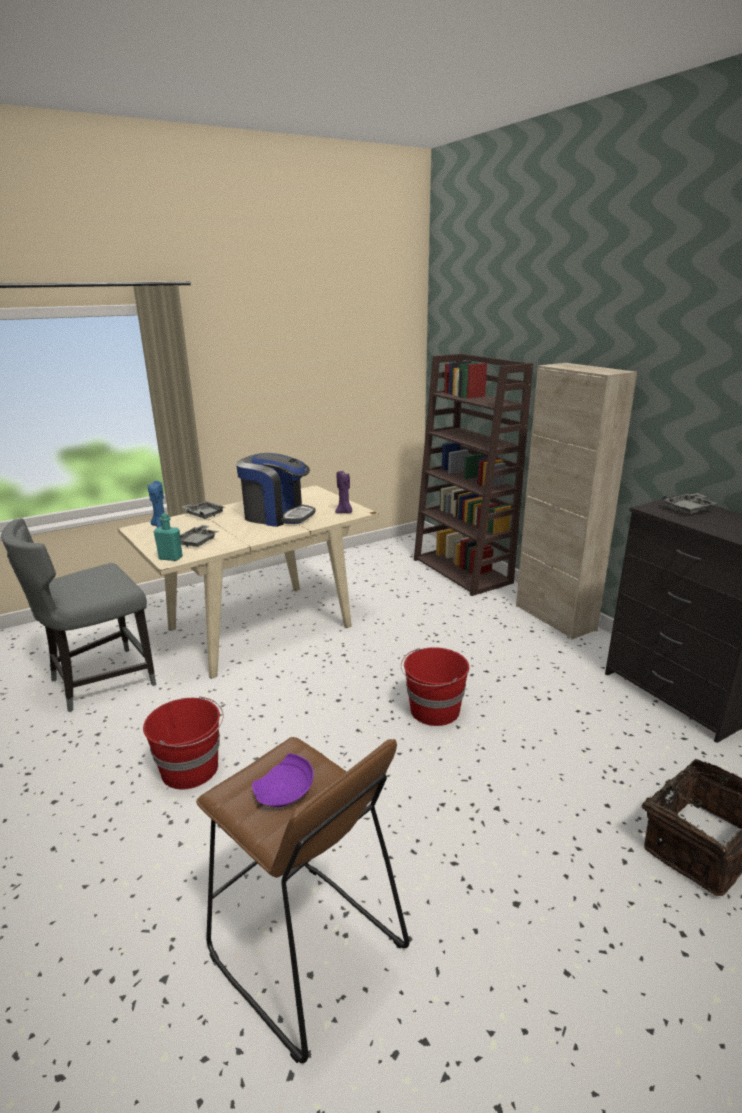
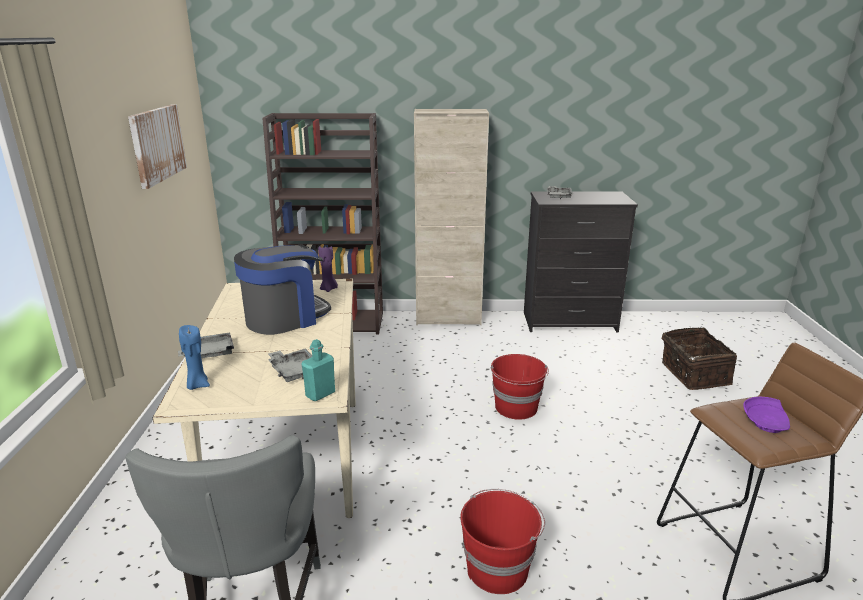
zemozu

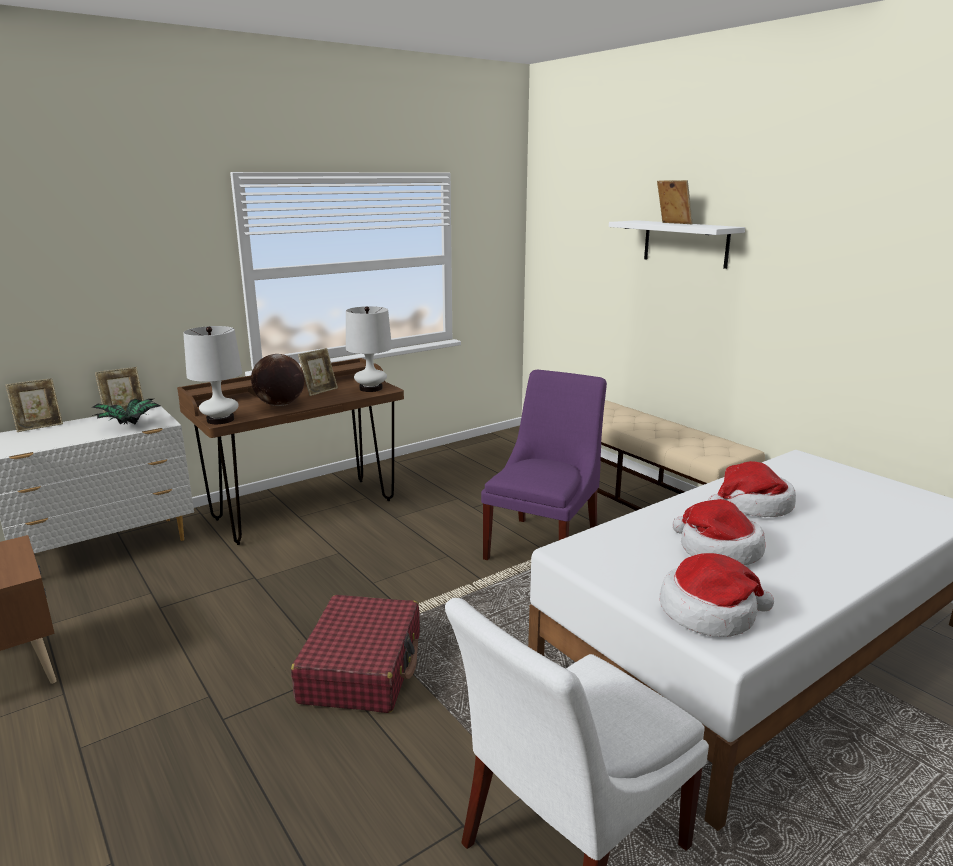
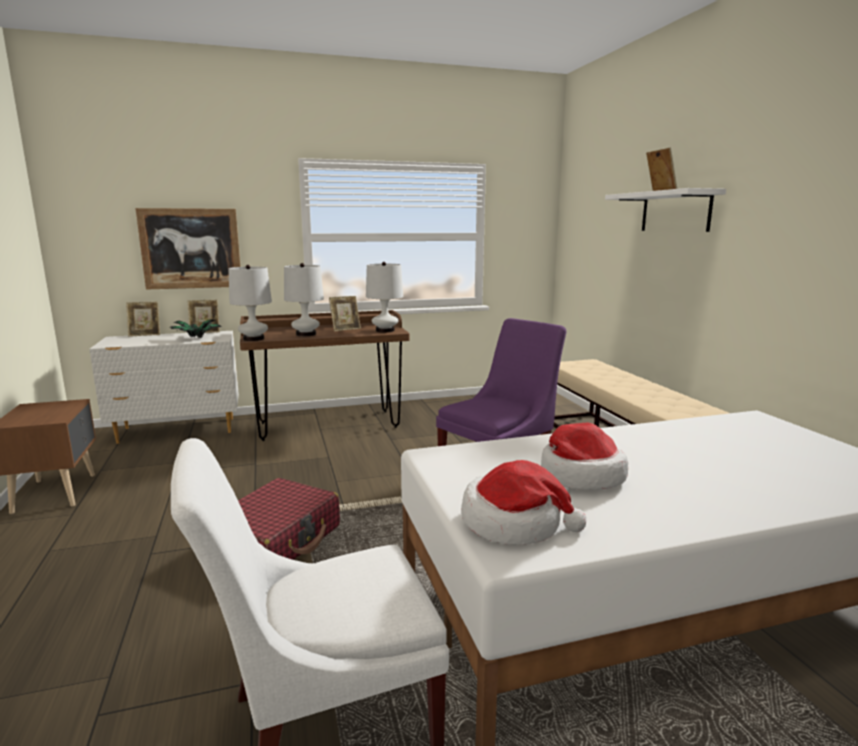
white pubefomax (no. 2 from left); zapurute (no. 3 from left in the first image); zemozu

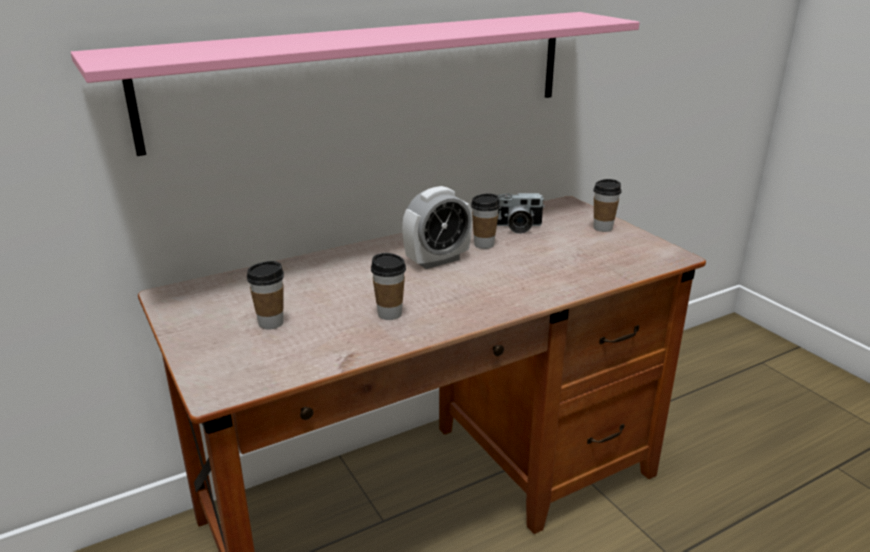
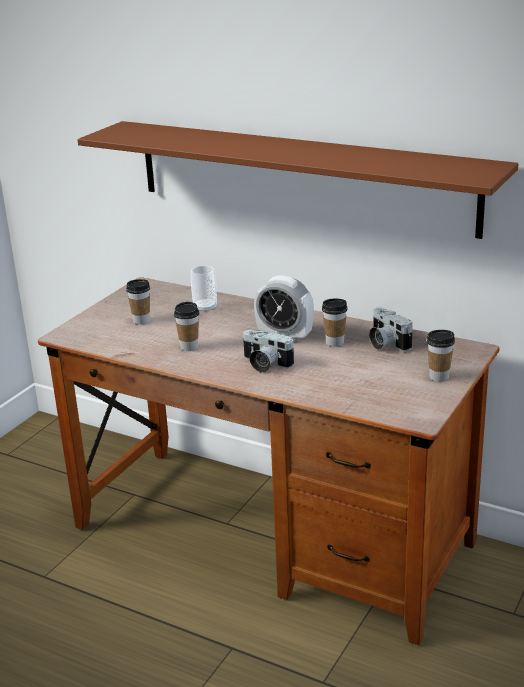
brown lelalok; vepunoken (no. 3 from left); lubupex (no. 1 from left)

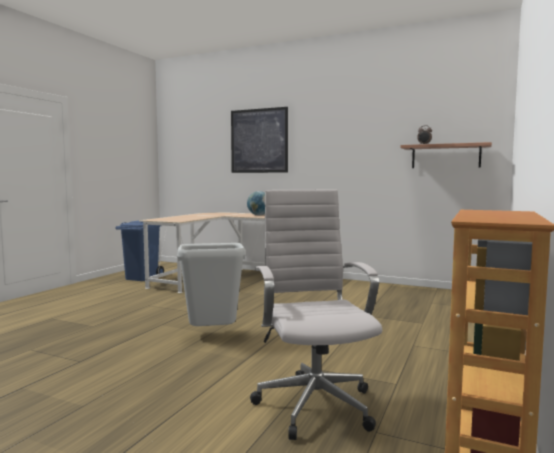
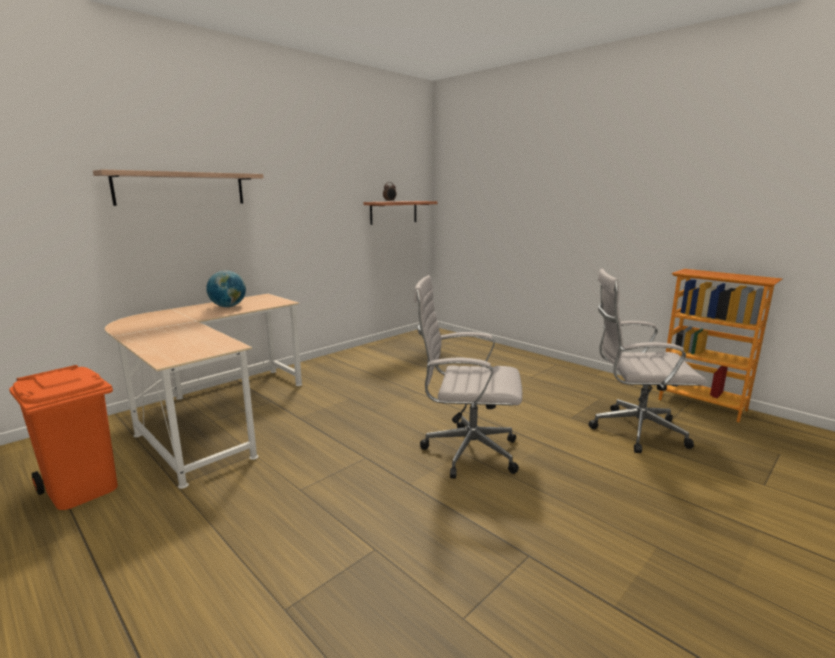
lelalok (no. 1 from left); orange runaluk; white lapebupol (no. 1 from left)

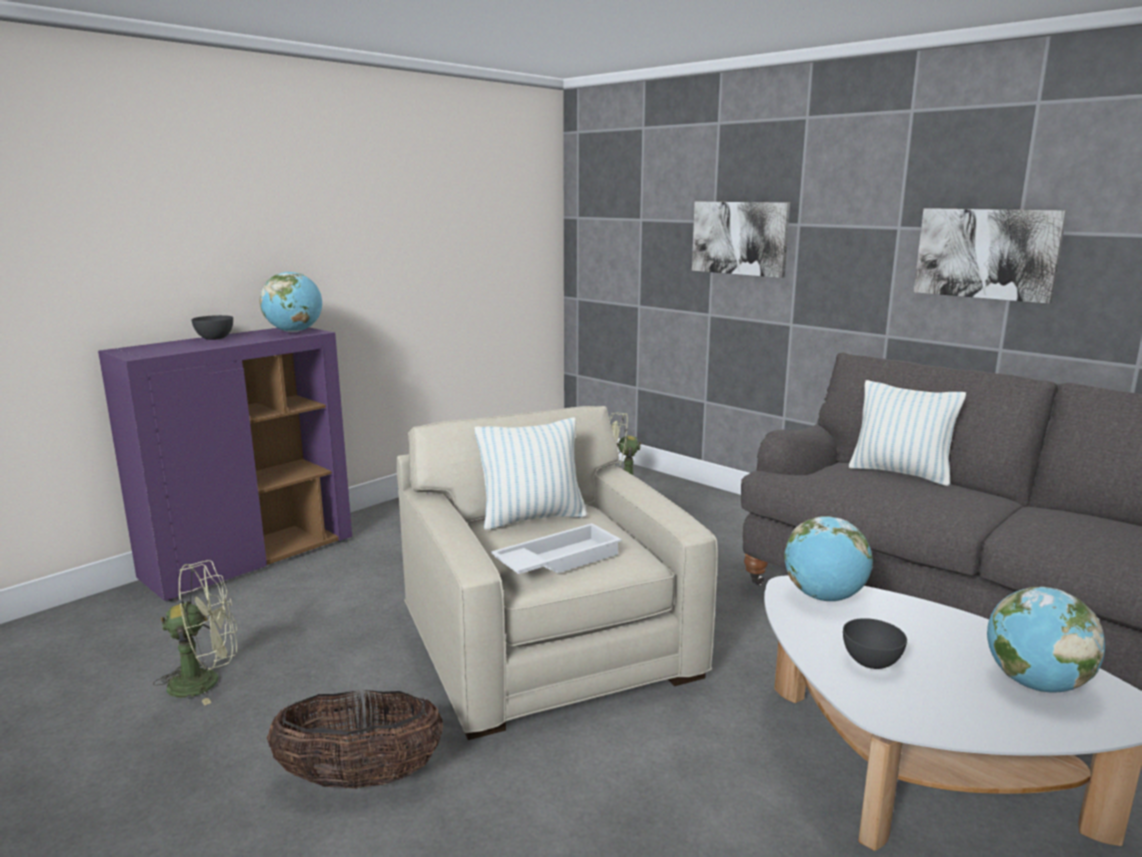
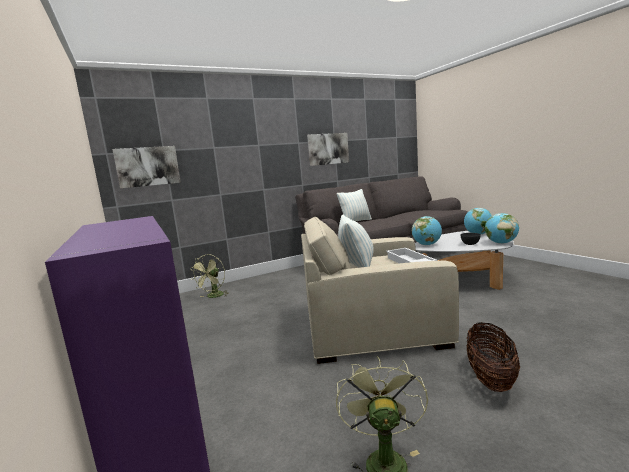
zemozu (no. 1 from left); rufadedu (no. 3 from left); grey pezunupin (no. 1 from left in the first image)

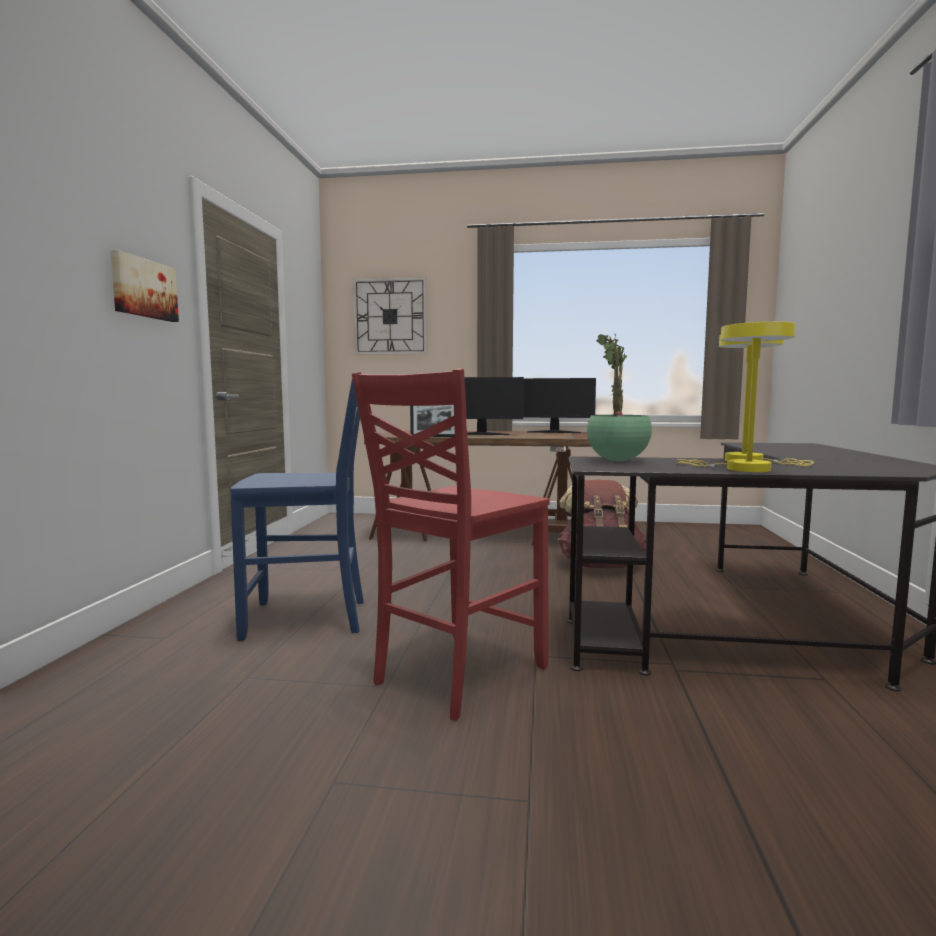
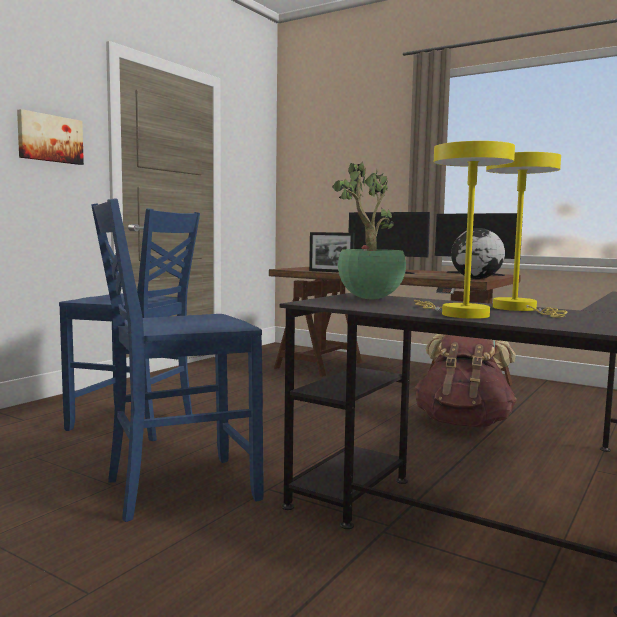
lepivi; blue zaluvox (no. 2 from left); rufadedu

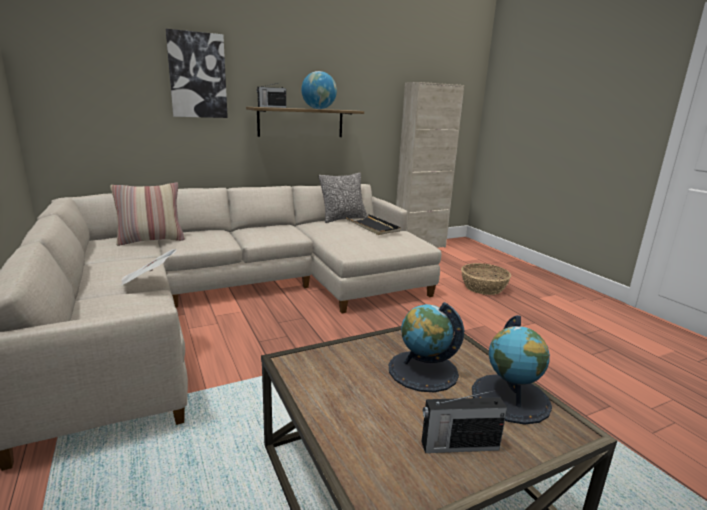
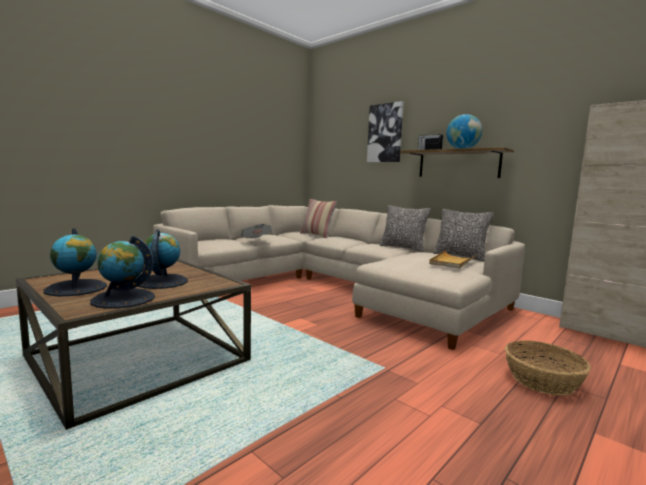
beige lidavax; rufadedu (no. 1 from left); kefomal (no. 2 from left)

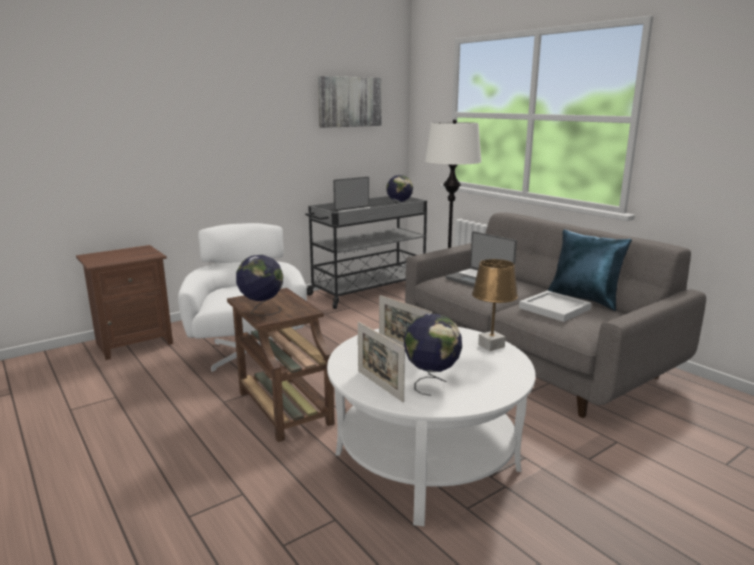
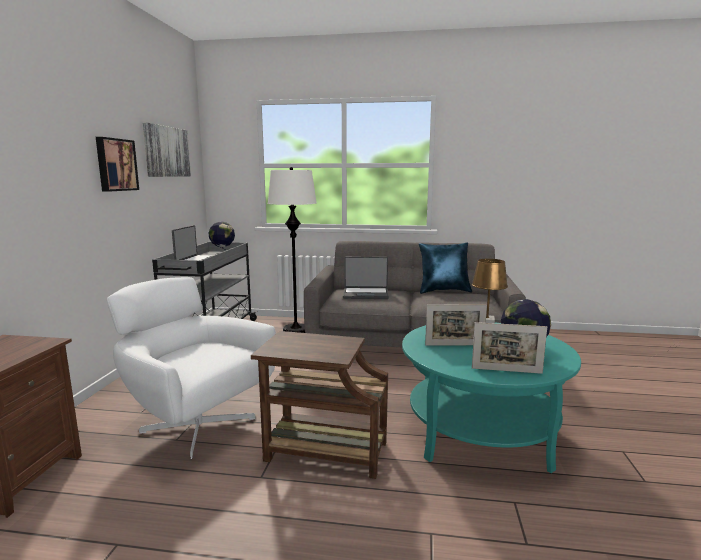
rufadedu (no. 1 from left in the first image); white lidavax; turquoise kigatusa; zemozu (no. 1 from left)

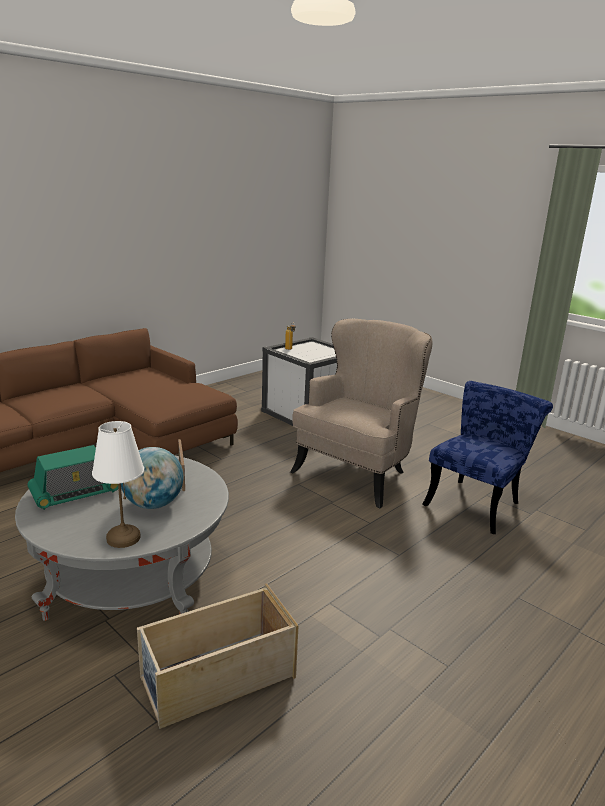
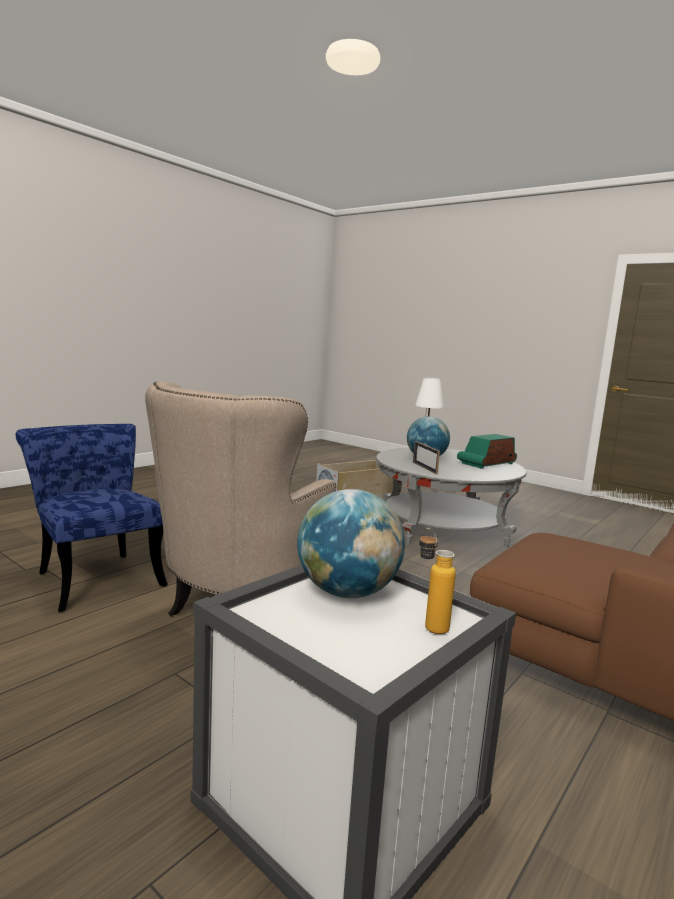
blue zaluvox; rufadedu (no. 1 from left)

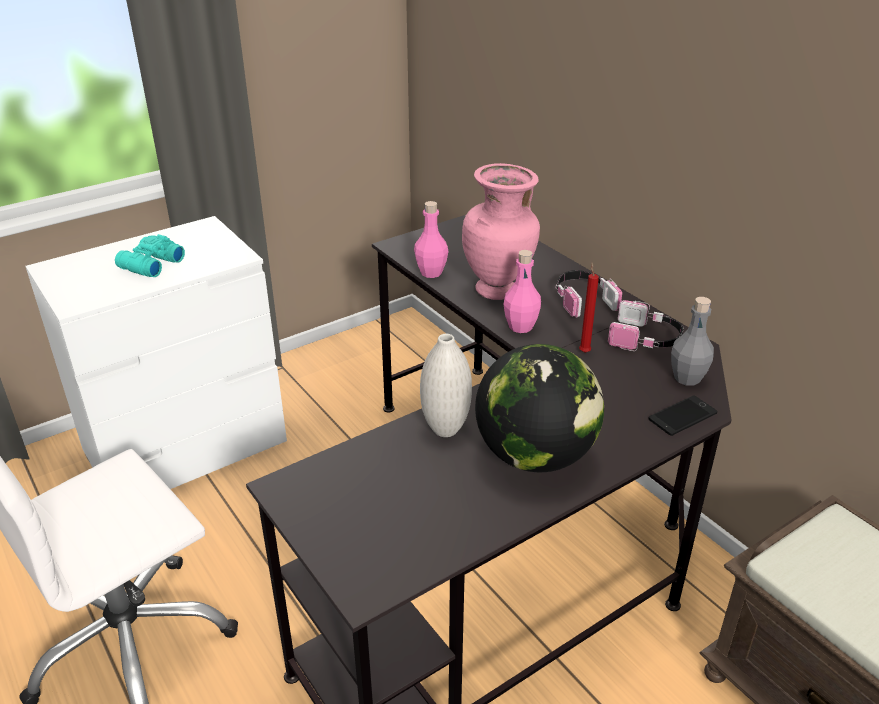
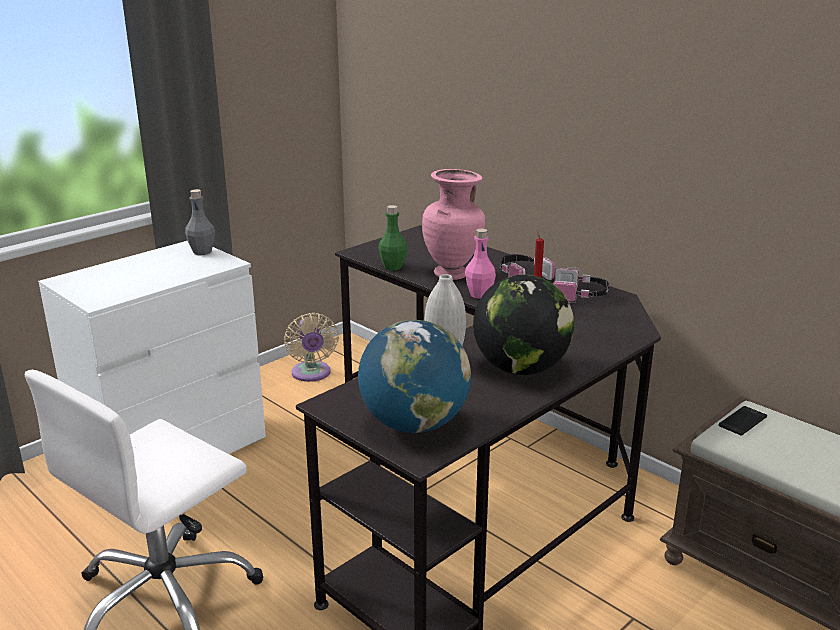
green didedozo; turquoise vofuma; grey didedozo; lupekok; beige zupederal; rufadedu (no. 1 from left)

